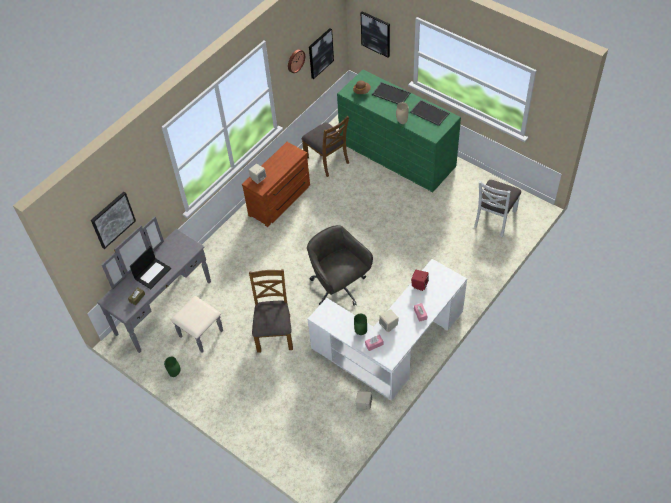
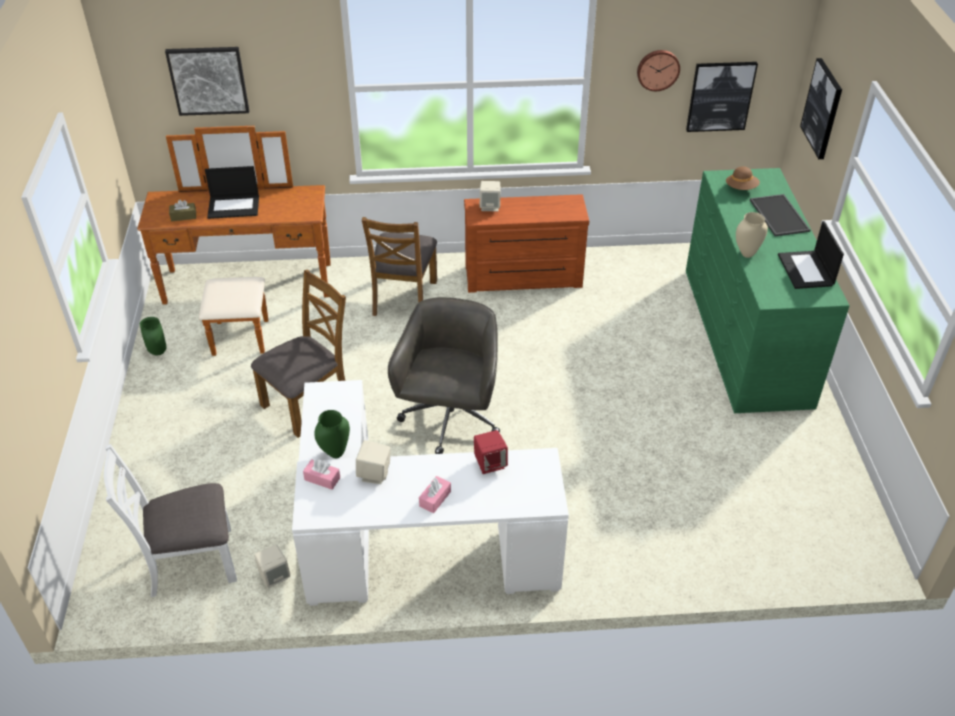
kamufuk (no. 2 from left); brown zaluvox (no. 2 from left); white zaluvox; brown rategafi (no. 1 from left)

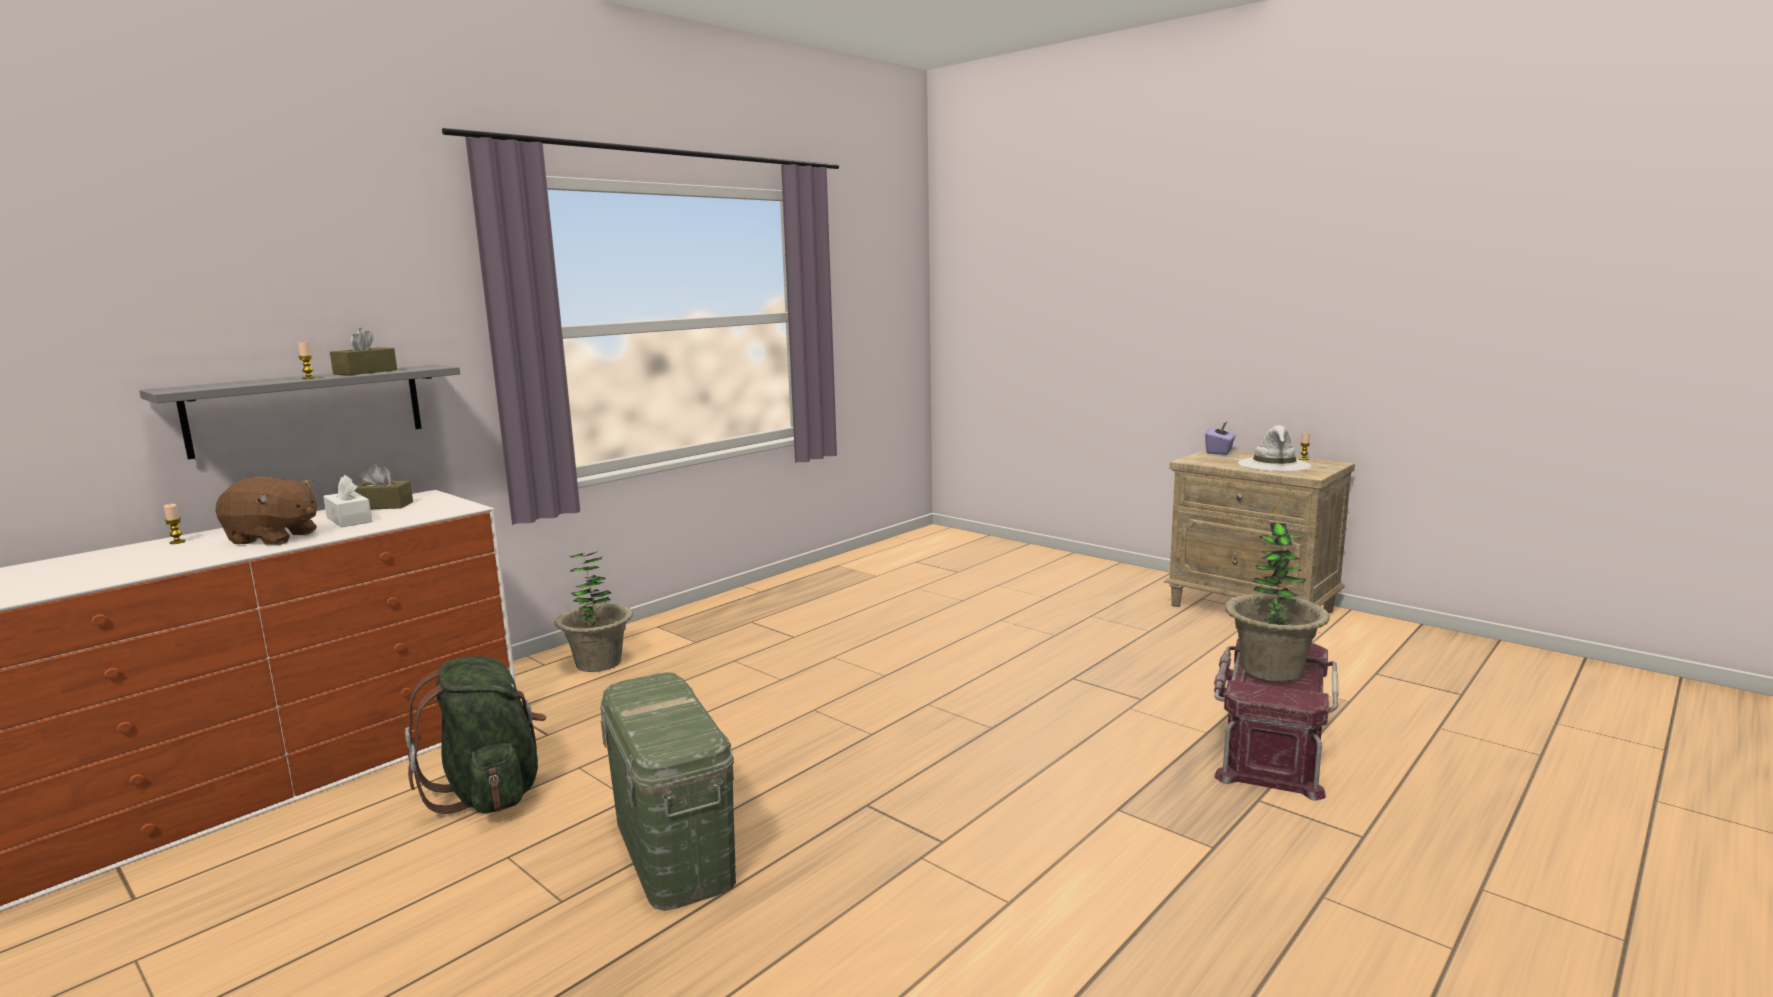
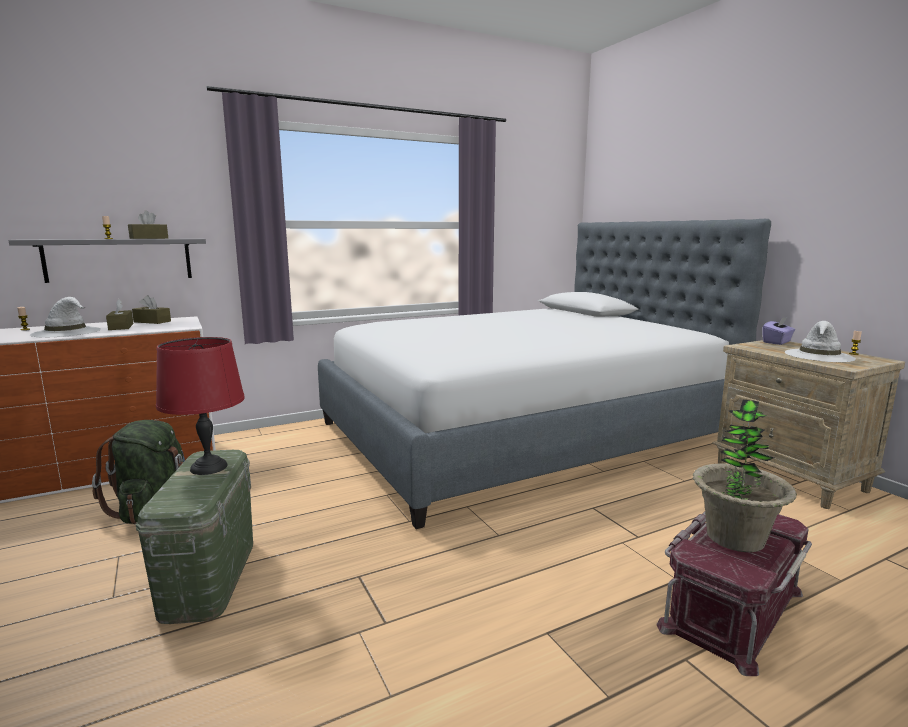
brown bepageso (no. 1 from left); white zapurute (no. 1 from left); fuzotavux (no. 1 from left in the first image); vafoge; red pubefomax

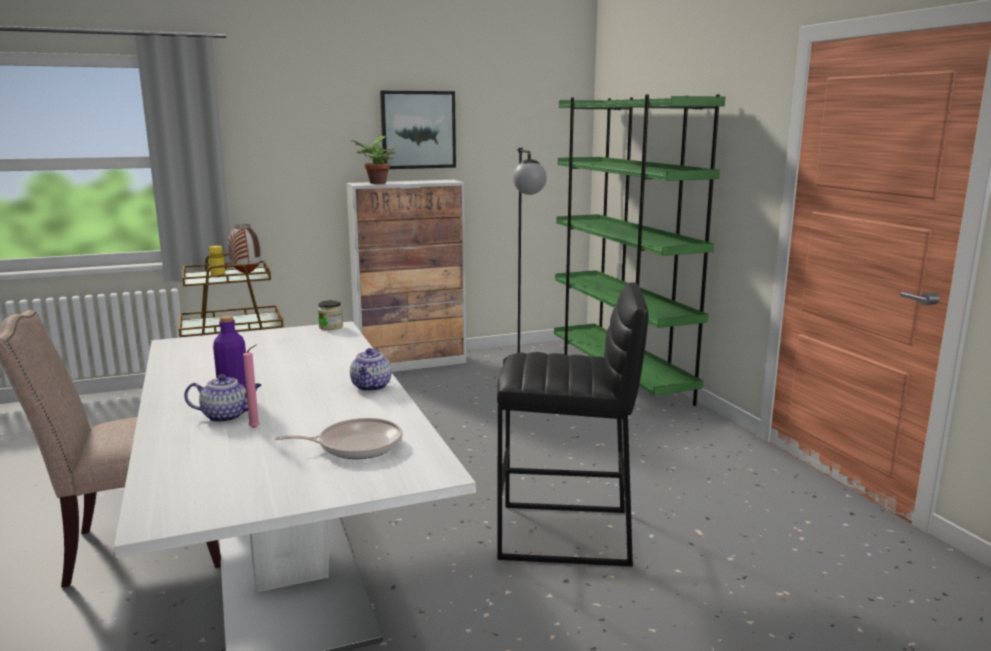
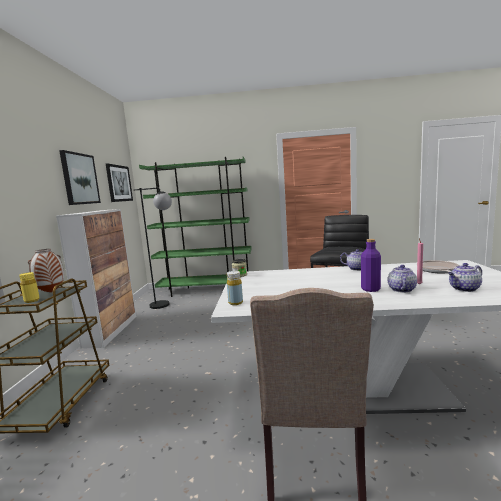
fuzotavux; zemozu (no. 2 from left); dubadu (no. 3 from left); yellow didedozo (no. 2 from left)

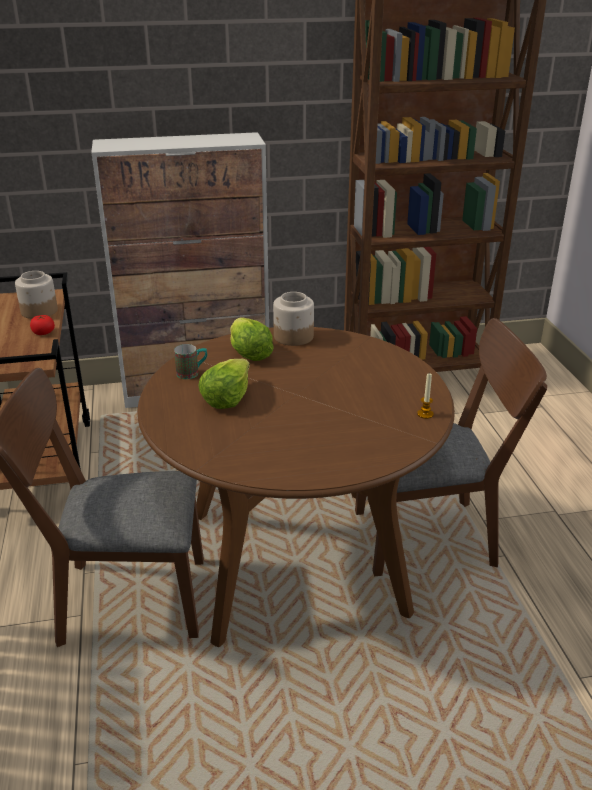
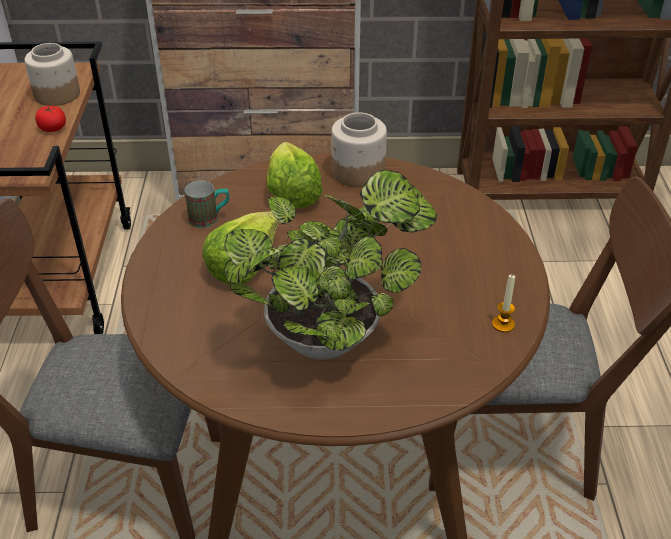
fuzotavux

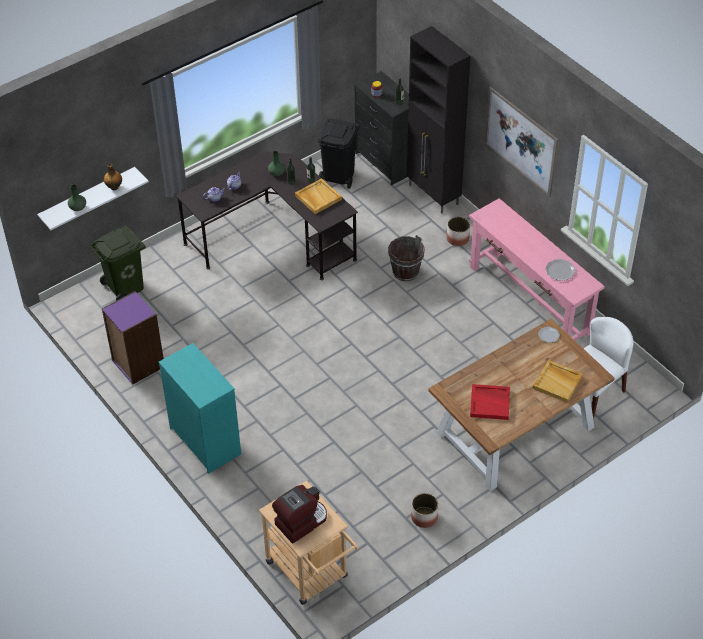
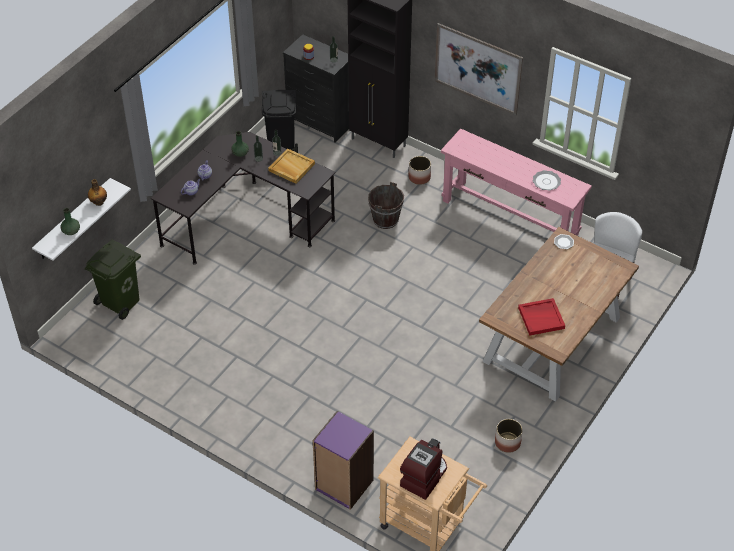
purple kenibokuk; turquoise rategafi; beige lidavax (no. 2 from left in the first image)

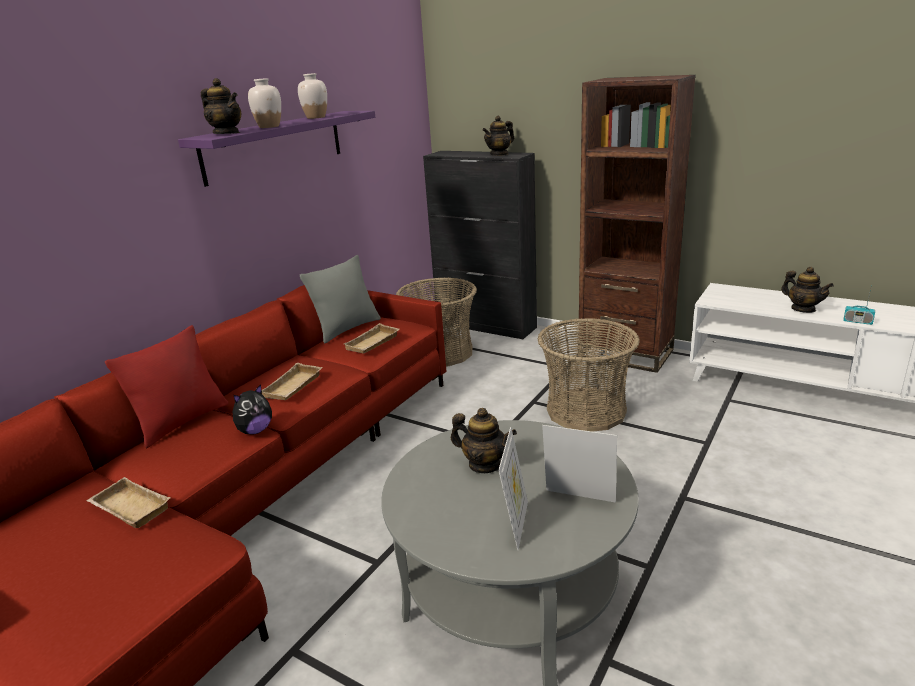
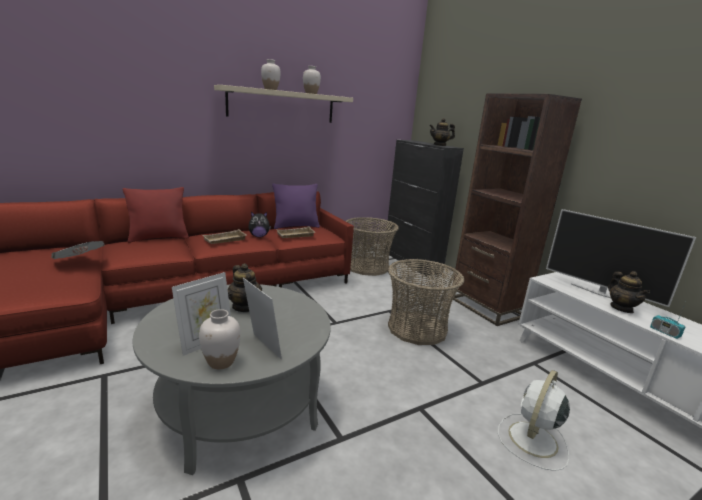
dubadu (no. 1 from left in the first image); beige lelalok; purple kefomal; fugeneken; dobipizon; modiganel; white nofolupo (no. 1 from left); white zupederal

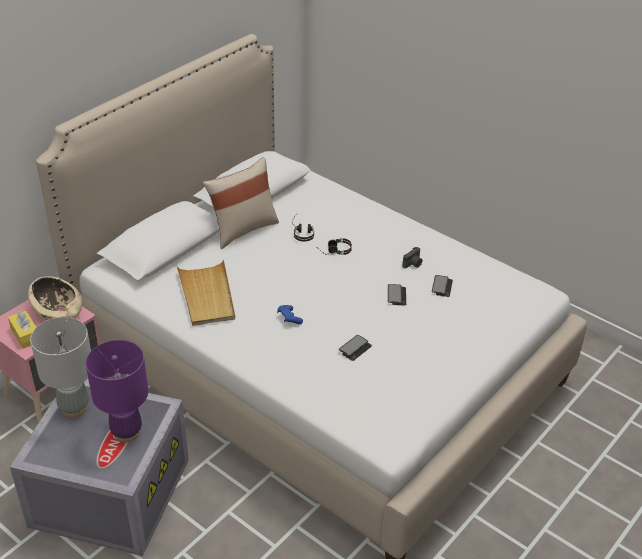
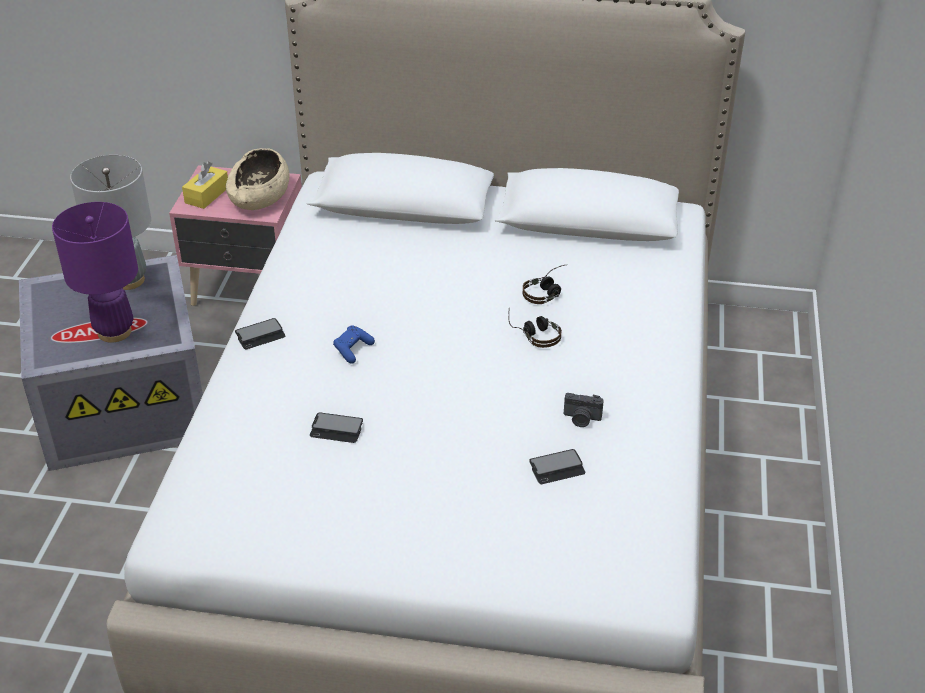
beige kefomal; beige lidavax; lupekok (no. 1 from left)

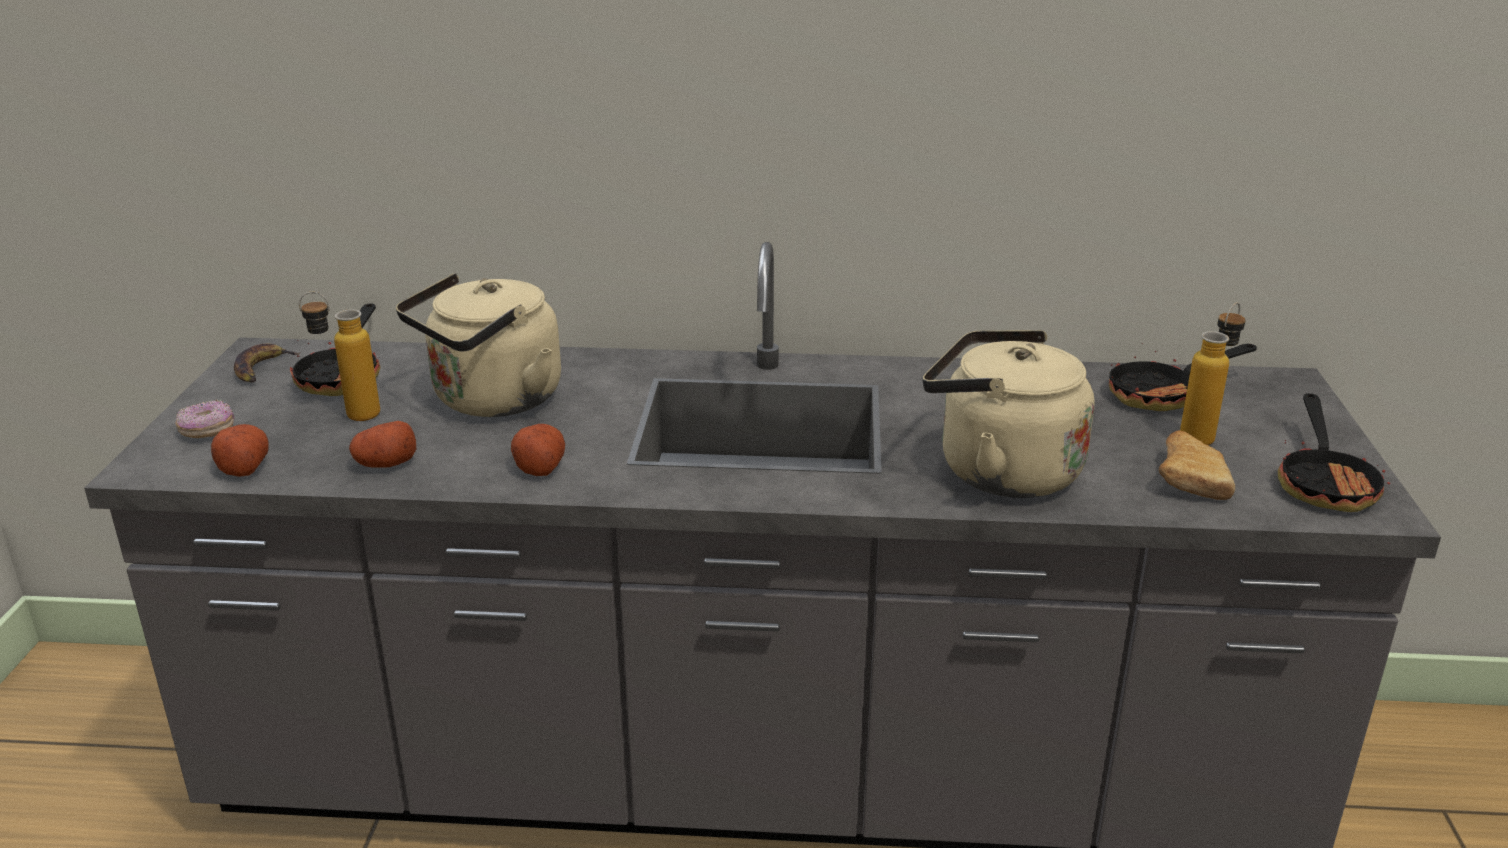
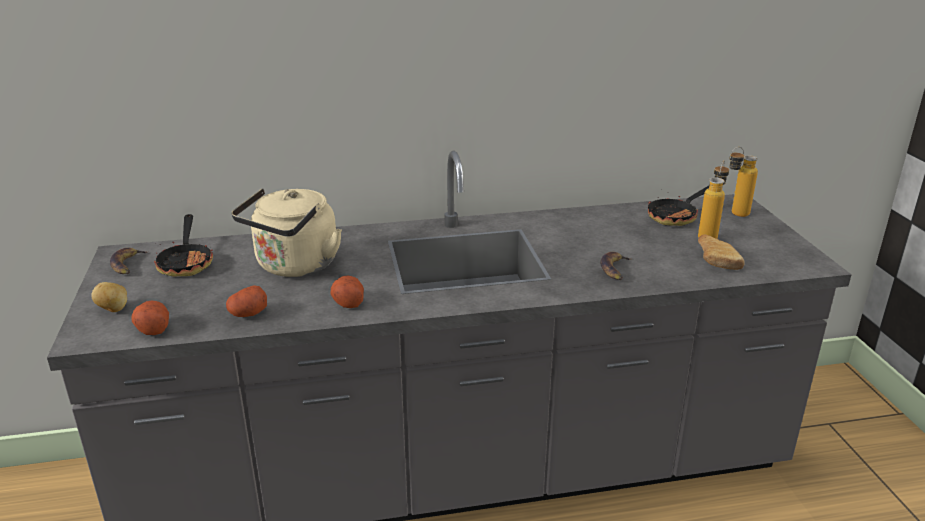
didedozo (no. 2 from left); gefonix (no. 2 from left); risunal (no. 3 from left in the first image); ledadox (no. 1 from left)

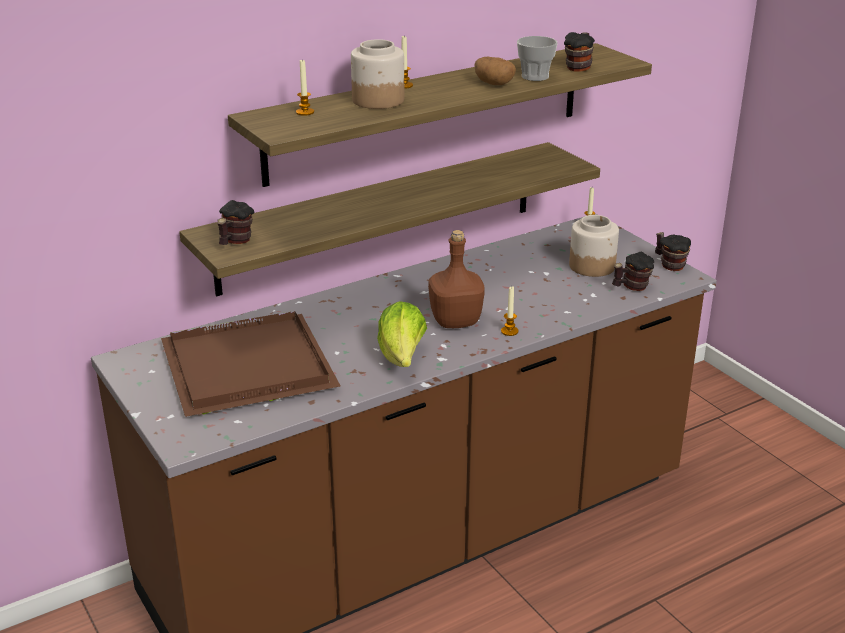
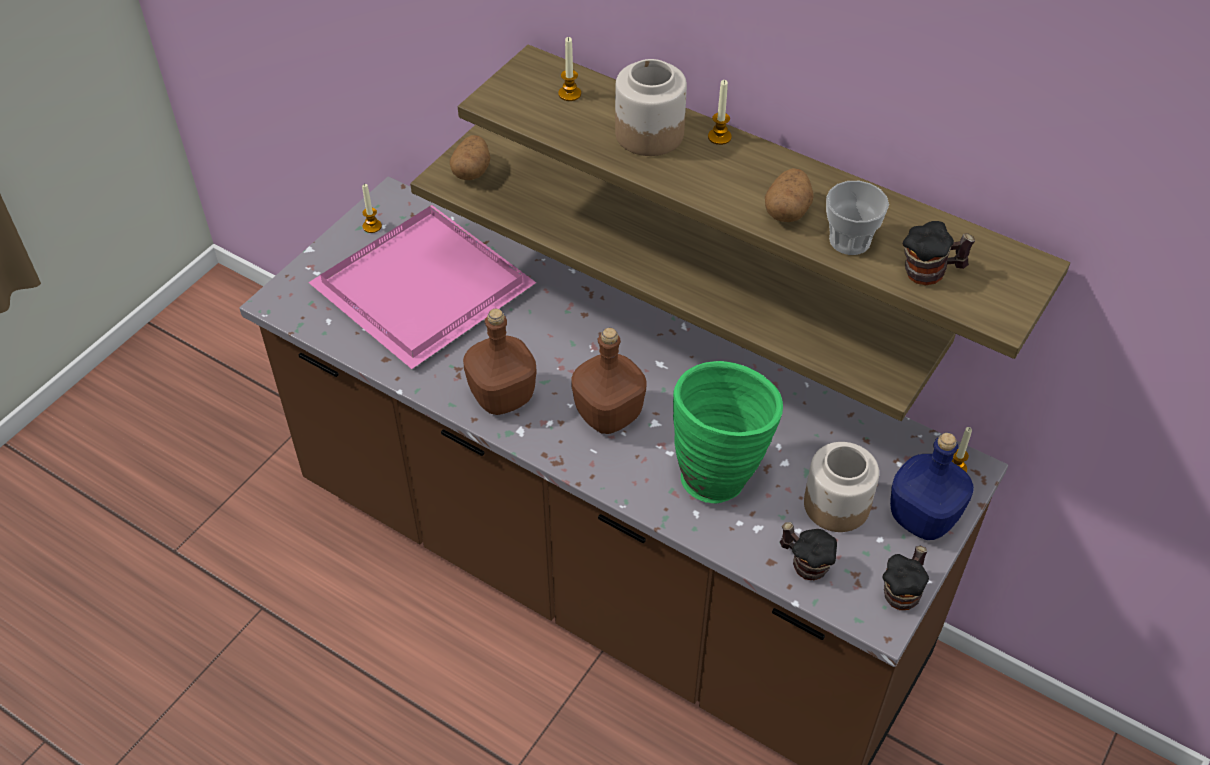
ledadox (no. 1 from left); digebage (no. 1 from left); brown didedozo (no. 1 from left); pink lidavax; green nofolupo; blue didedozo

